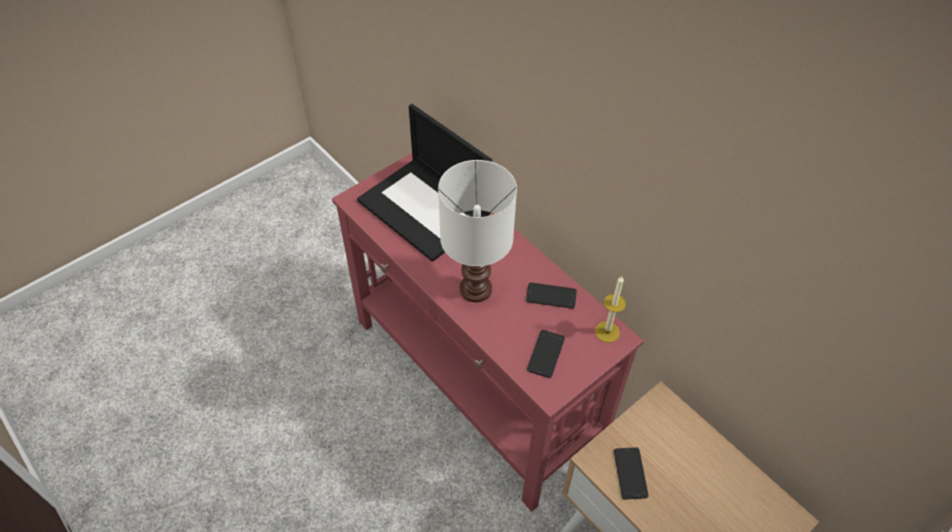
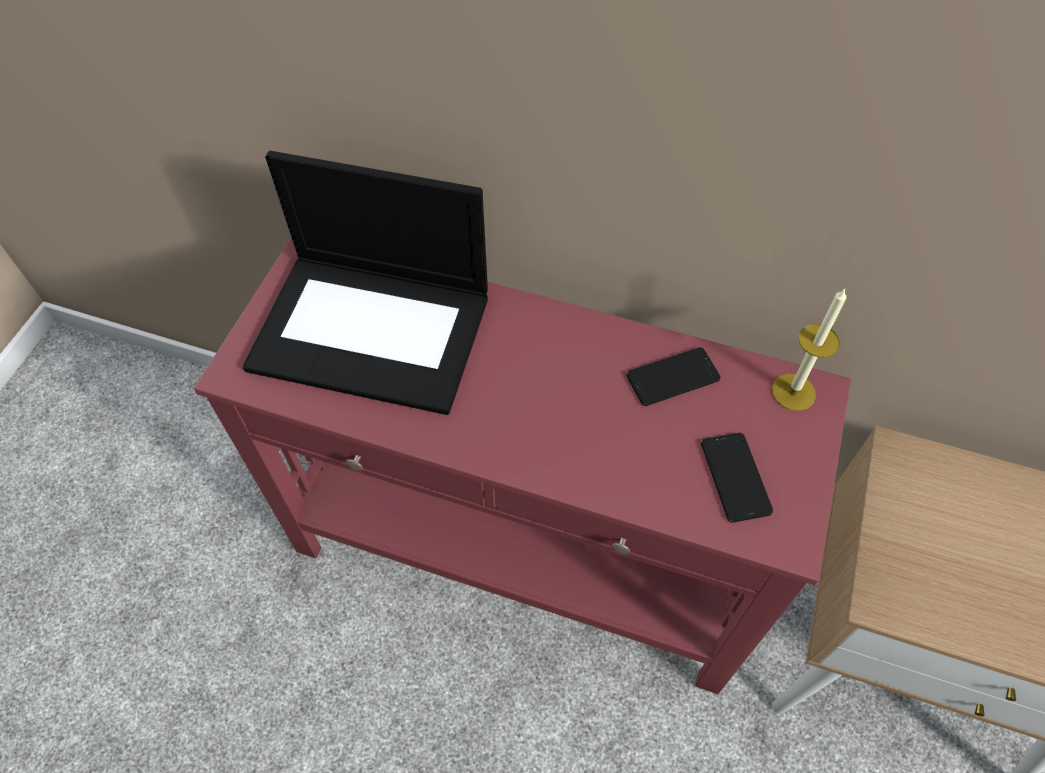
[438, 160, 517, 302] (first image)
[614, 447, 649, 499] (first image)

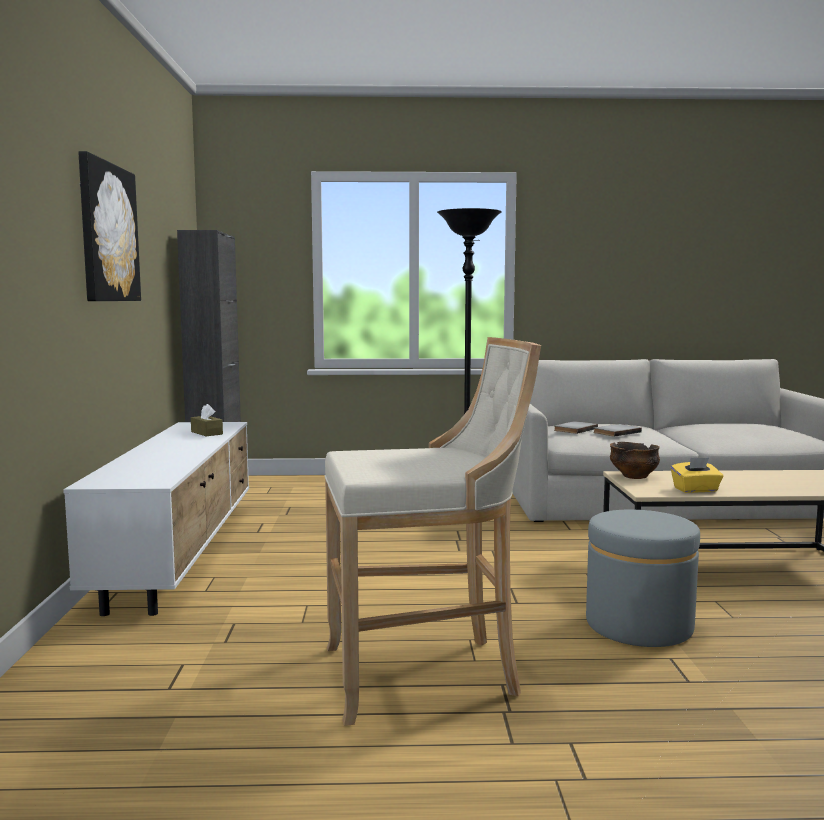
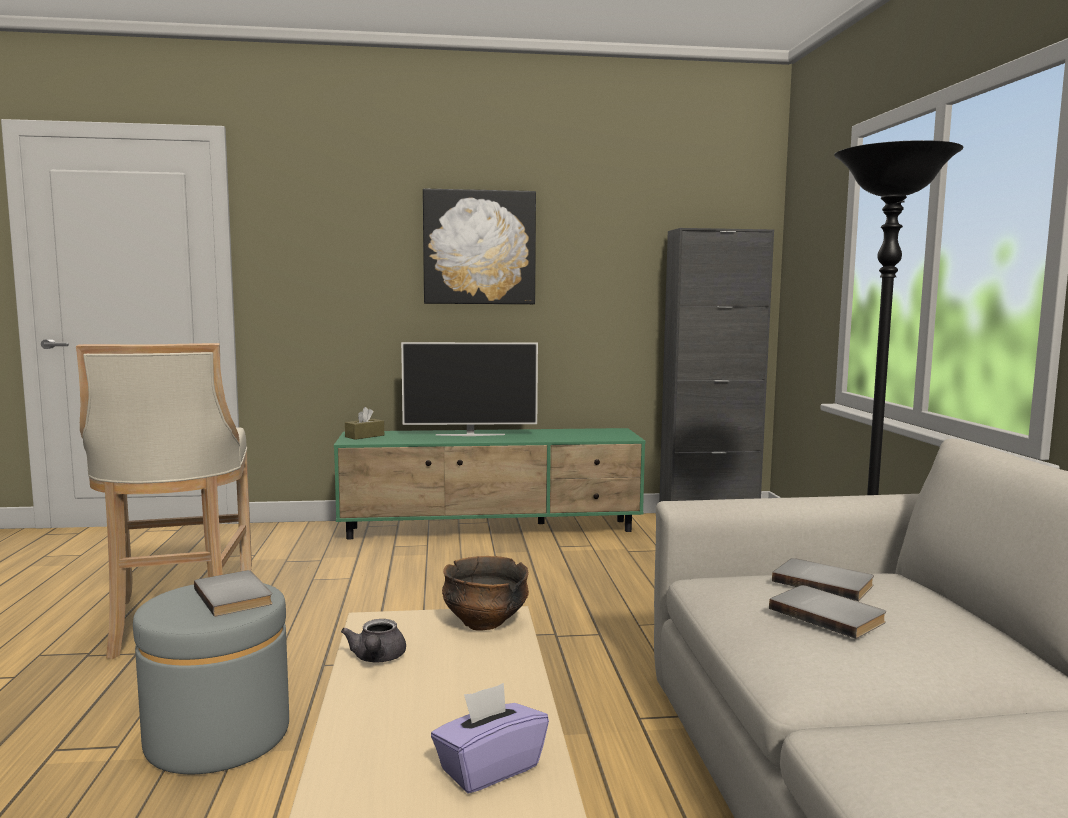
[194, 570, 273, 617]
[401, 342, 538, 436]
[431, 683, 549, 794]
[345, 407, 384, 440]
[341, 619, 406, 662]
[334, 428, 646, 540]

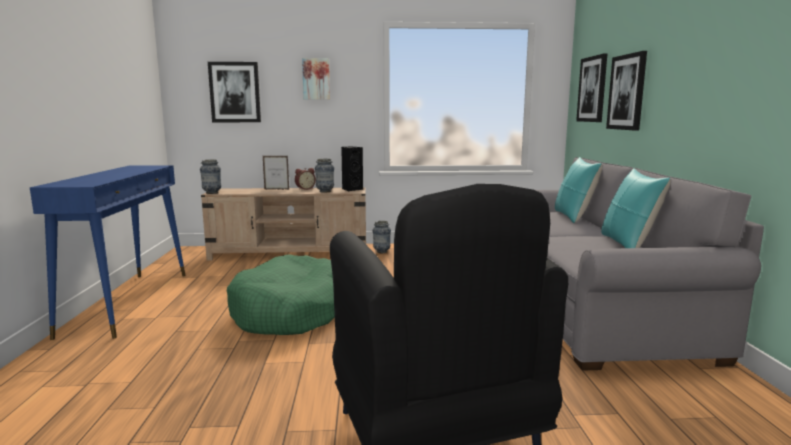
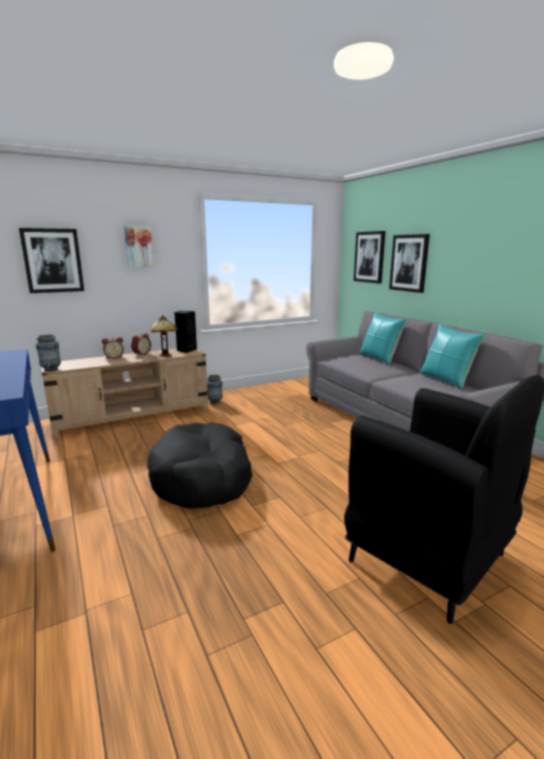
[102, 337, 124, 359]
[150, 315, 178, 357]
[147, 422, 253, 509]

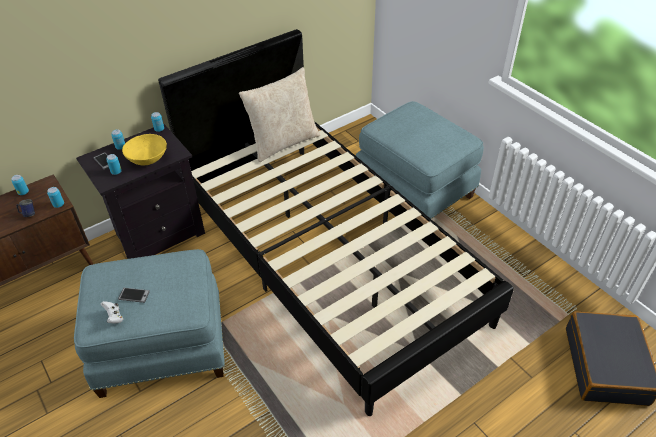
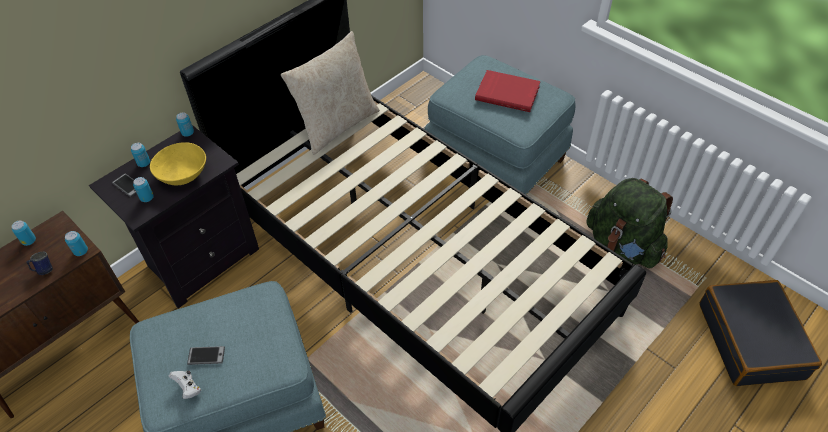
[475, 70, 541, 112]
[587, 178, 673, 268]

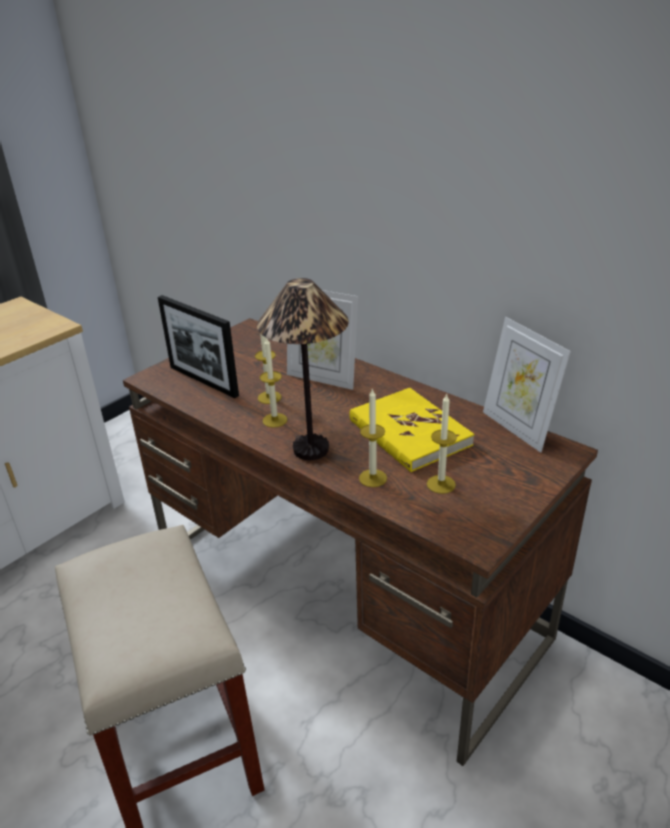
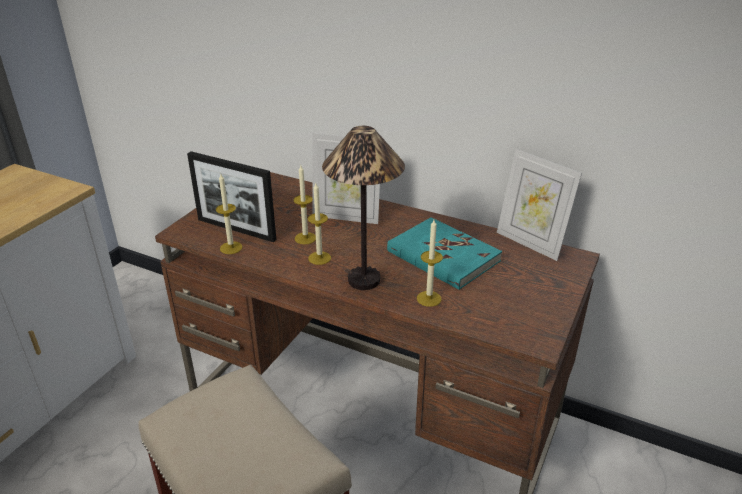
[216, 174, 243, 254]
[387, 217, 502, 290]

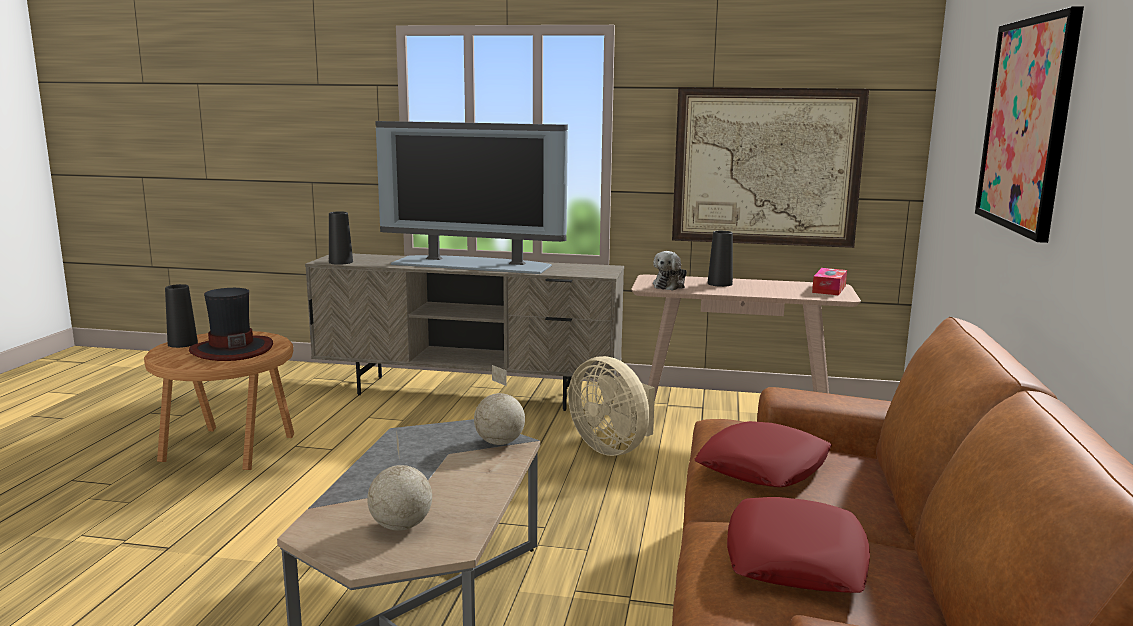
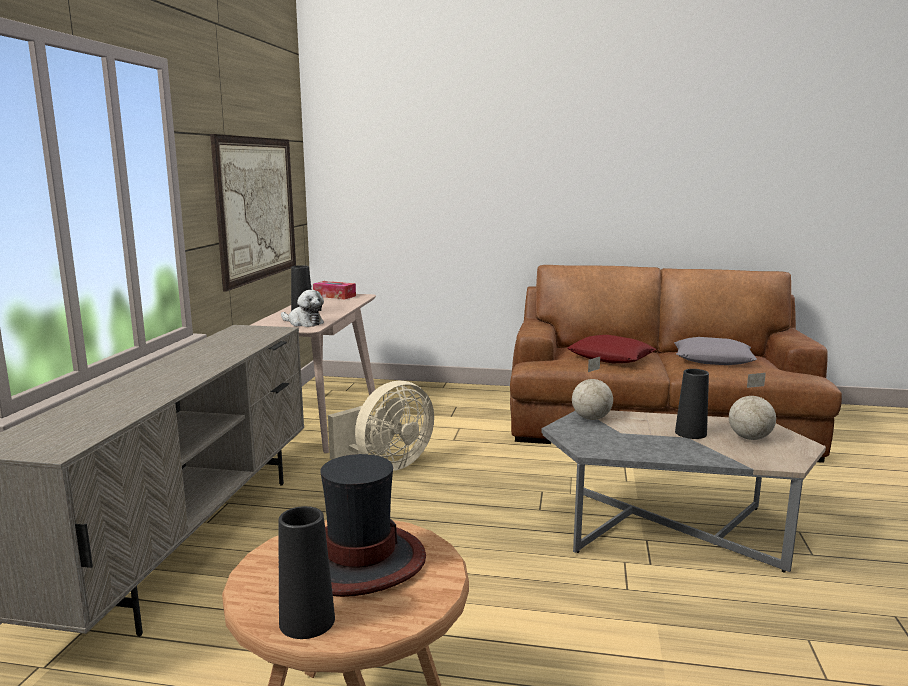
[375, 121, 568, 274] (first image)
[975, 6, 1084, 243] (first image)
[675, 369, 709, 439]
[674, 337, 757, 365]

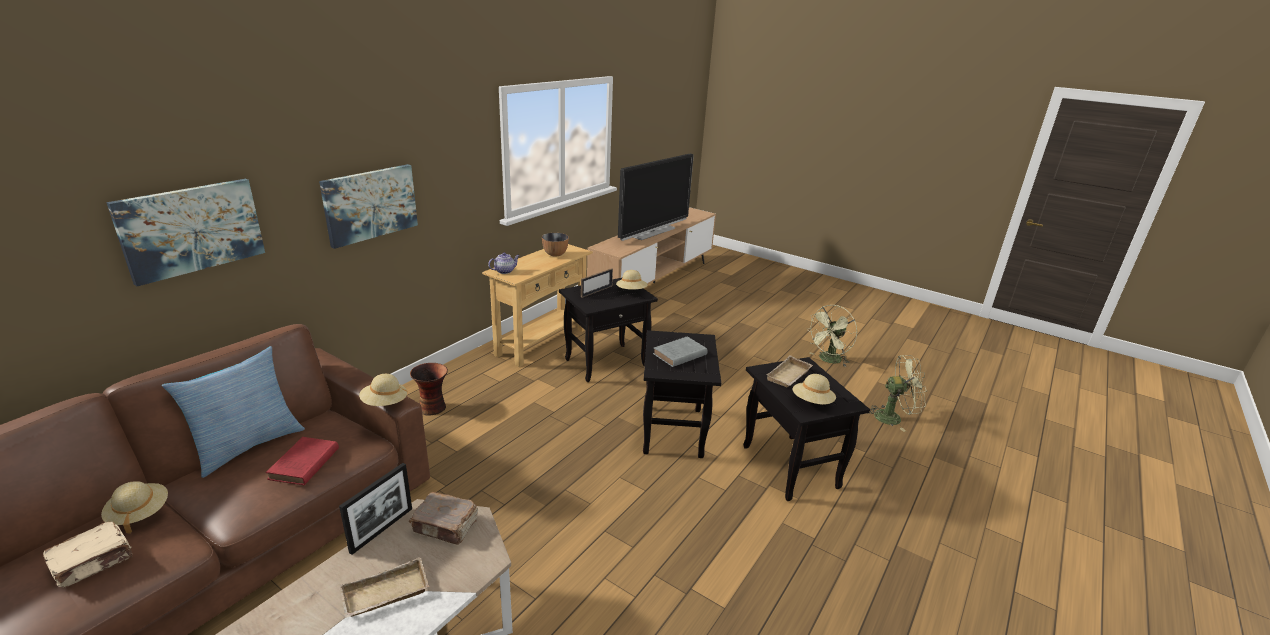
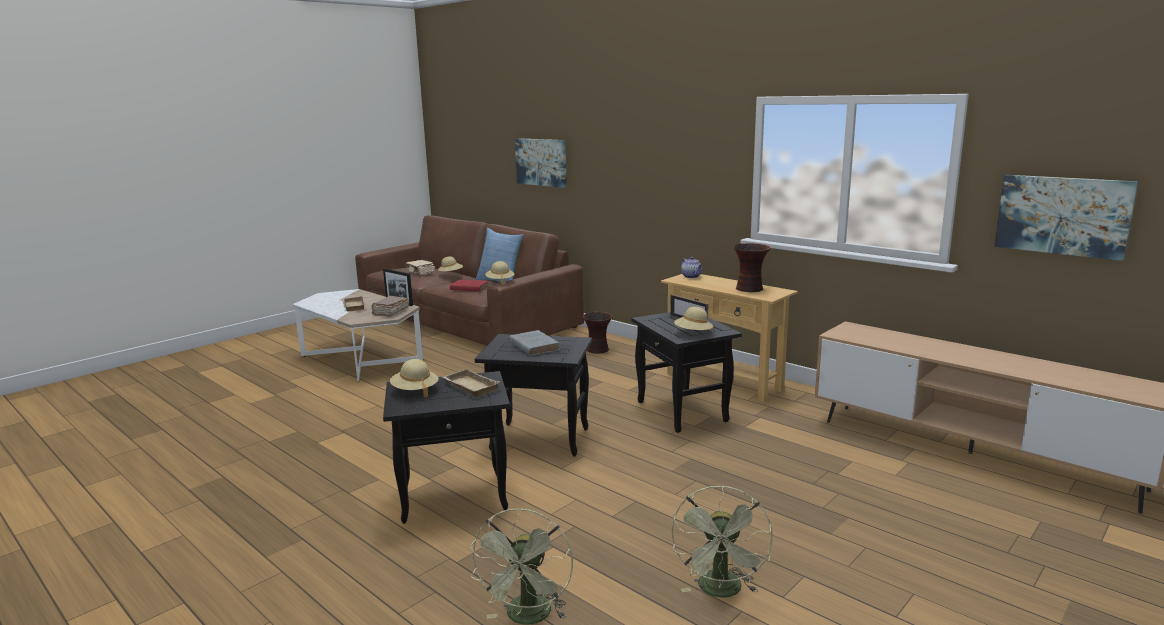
[618, 154, 694, 241] (first image)
[994, 175, 1138, 261]
[733, 243, 770, 292]
[671, 485, 773, 598]

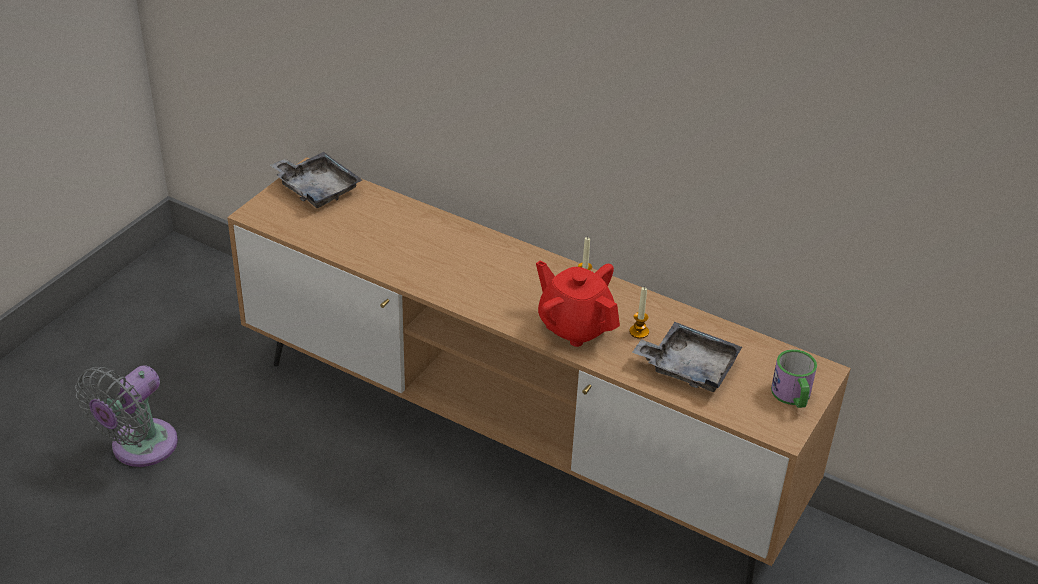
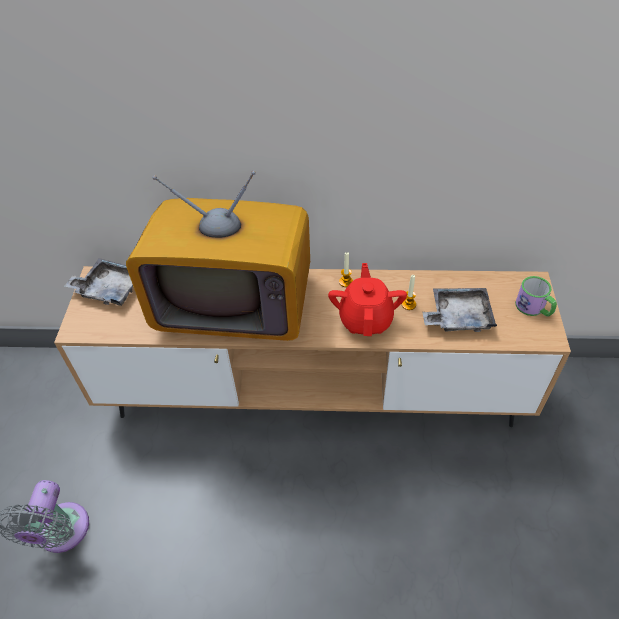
[126, 171, 310, 341]
[328, 263, 407, 336]

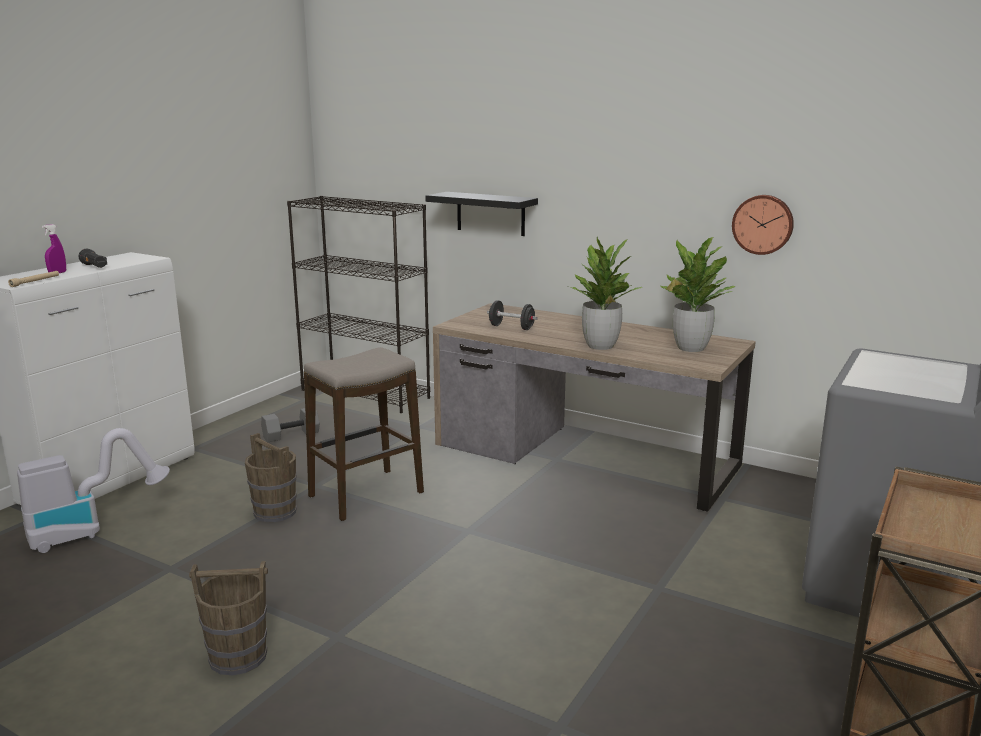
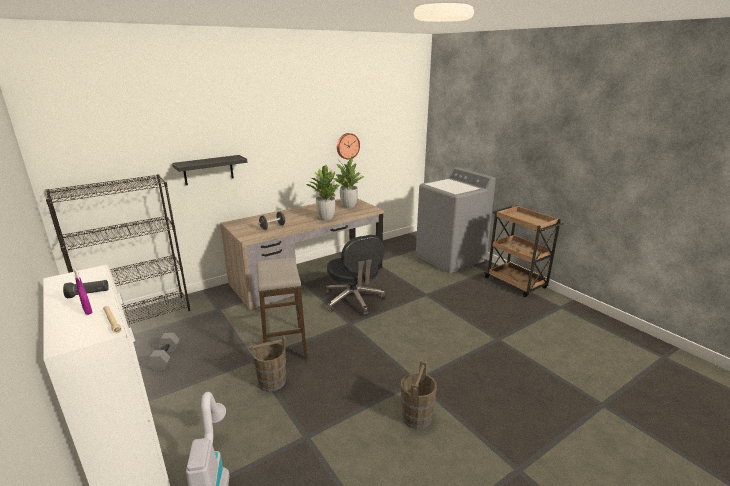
[326, 235, 385, 316]

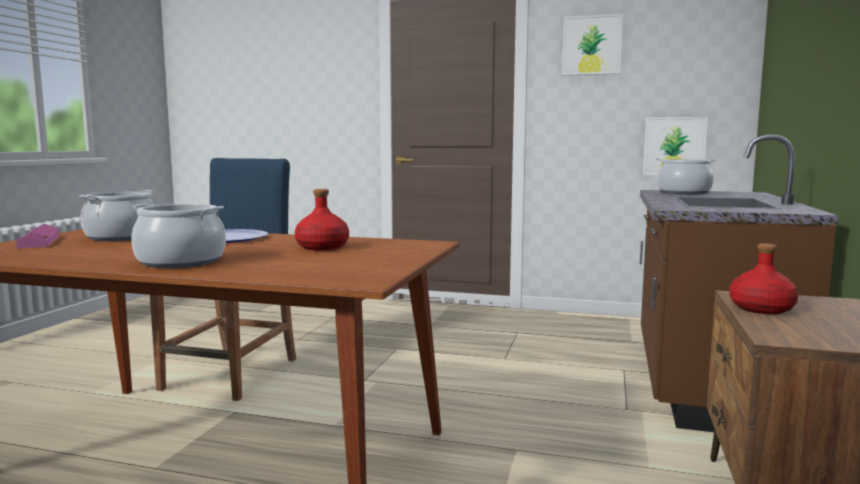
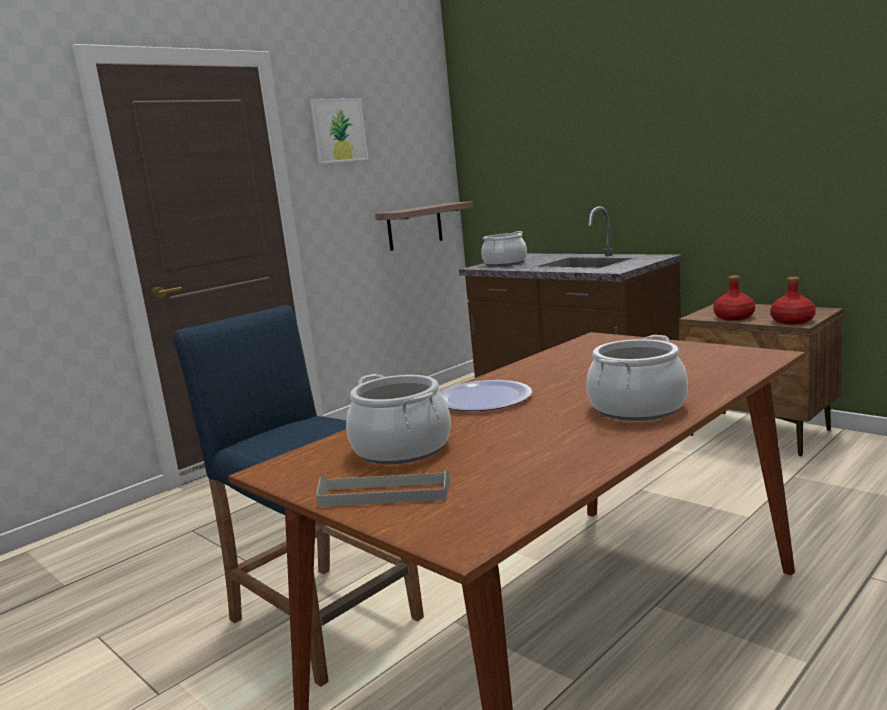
[770, 277, 816, 324]
[375, 201, 473, 251]
[316, 470, 450, 507]

